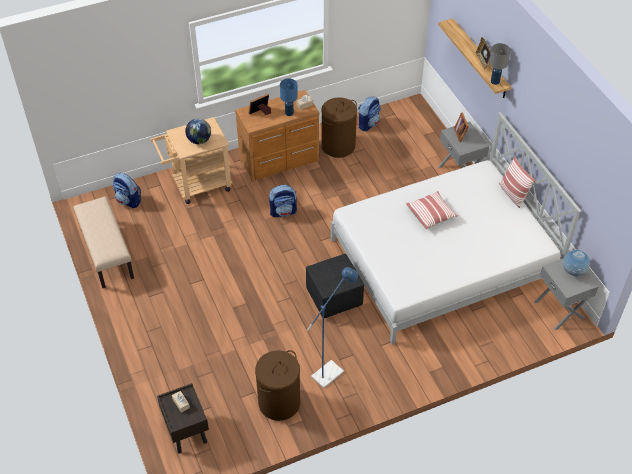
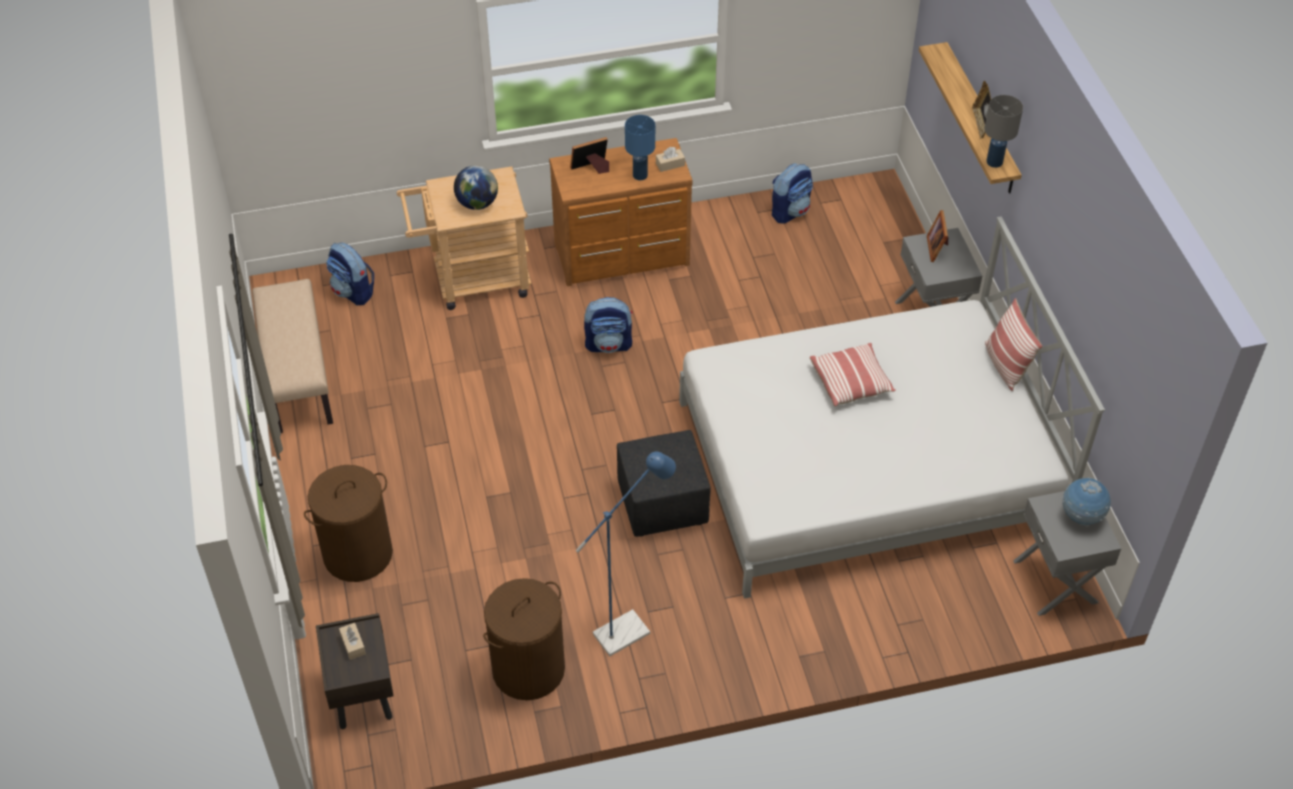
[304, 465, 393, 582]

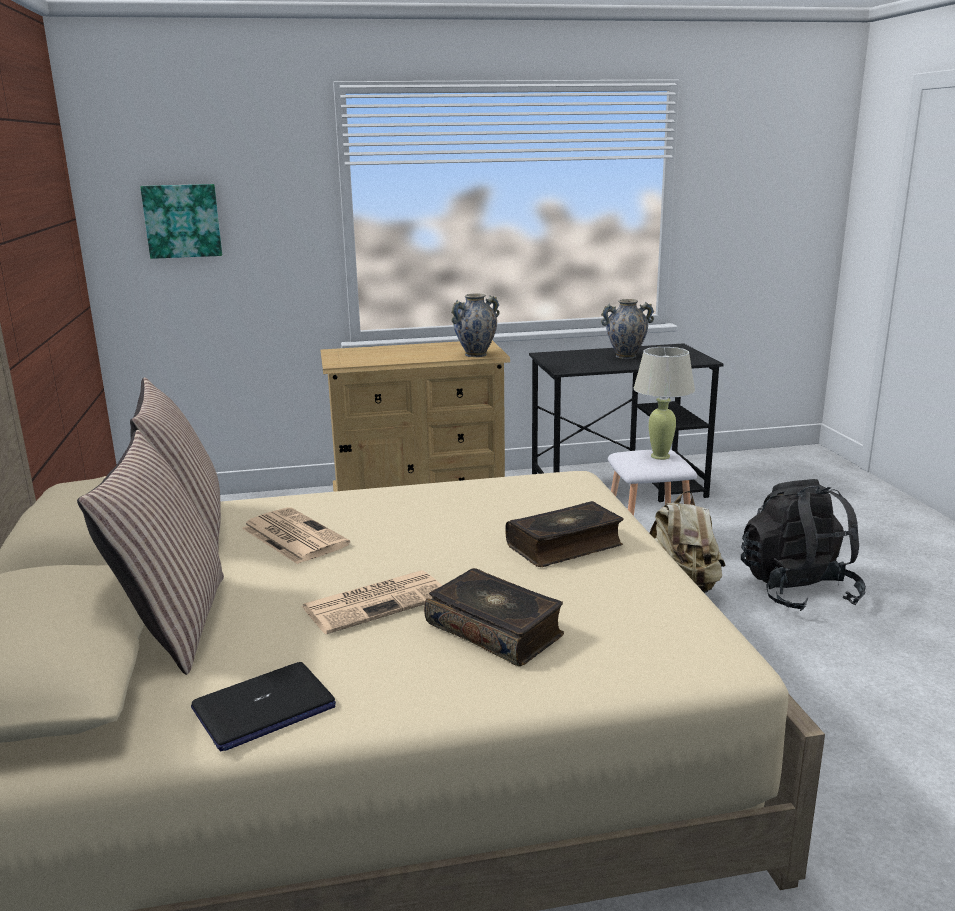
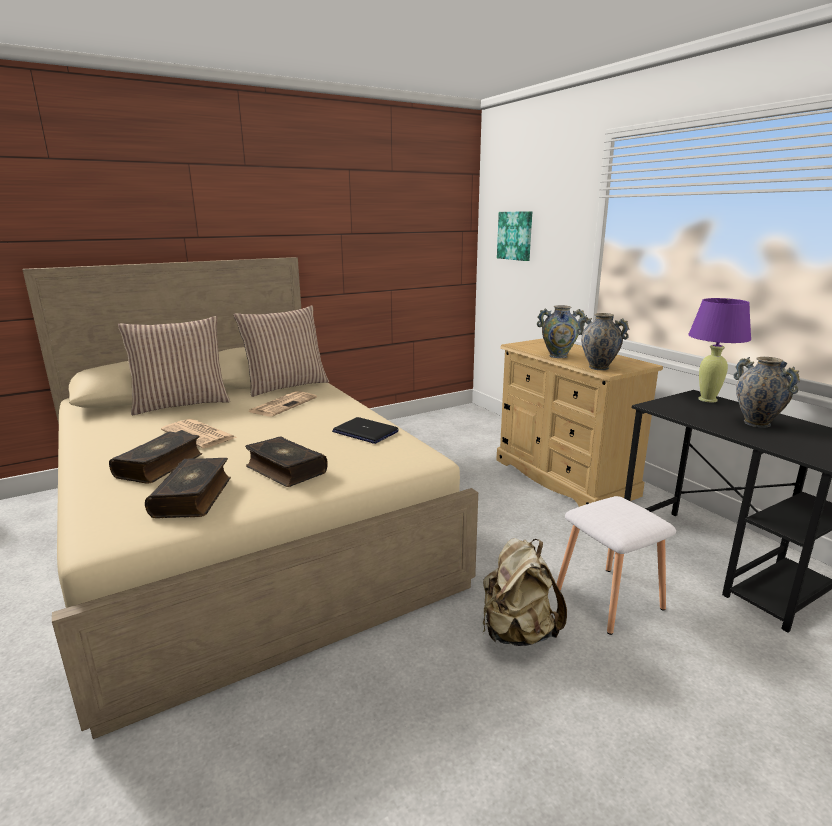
[633, 347, 695, 460] (first image)
[741, 479, 866, 611] (first image)
[145, 458, 231, 518]
[537, 305, 585, 358]
[688, 298, 751, 402]
[332, 417, 399, 444]

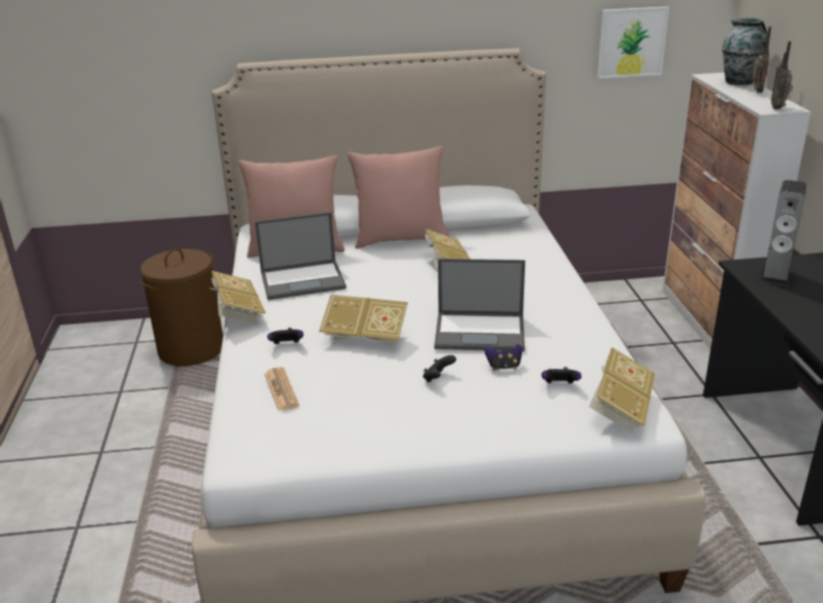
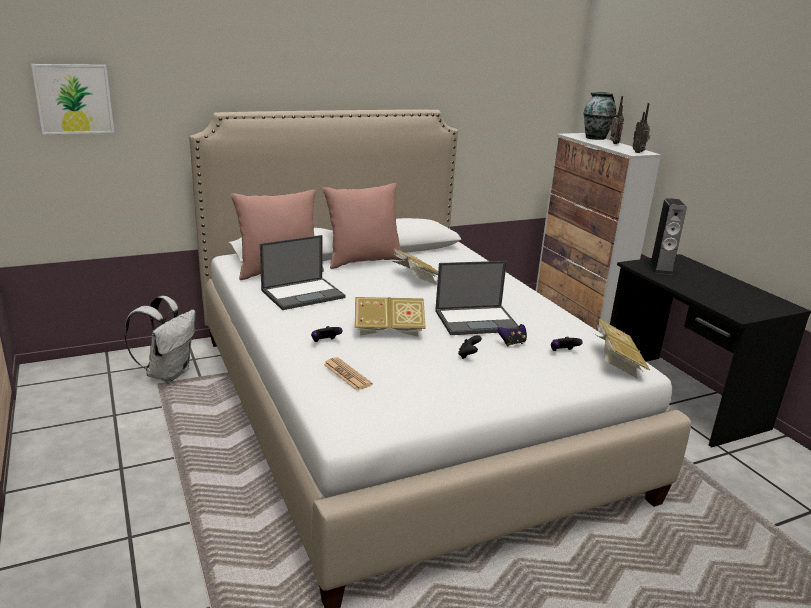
[210, 271, 266, 324] (first image)
[31, 64, 114, 135]
[124, 296, 195, 382]

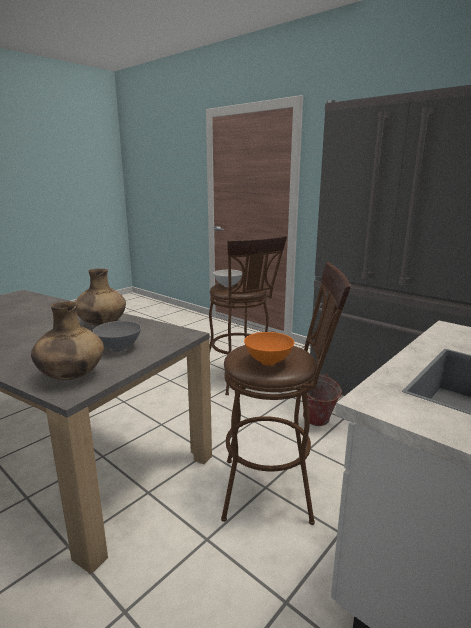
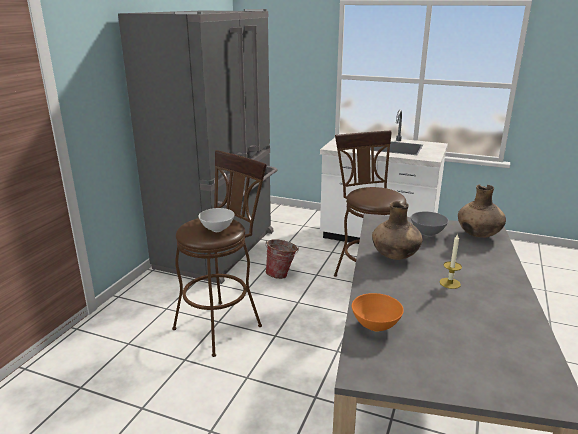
[439, 234, 462, 289]
[352, 293, 404, 332]

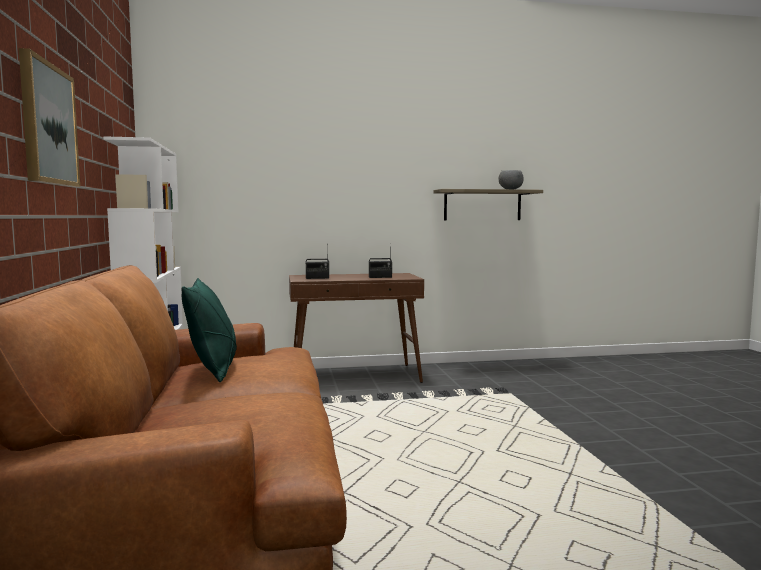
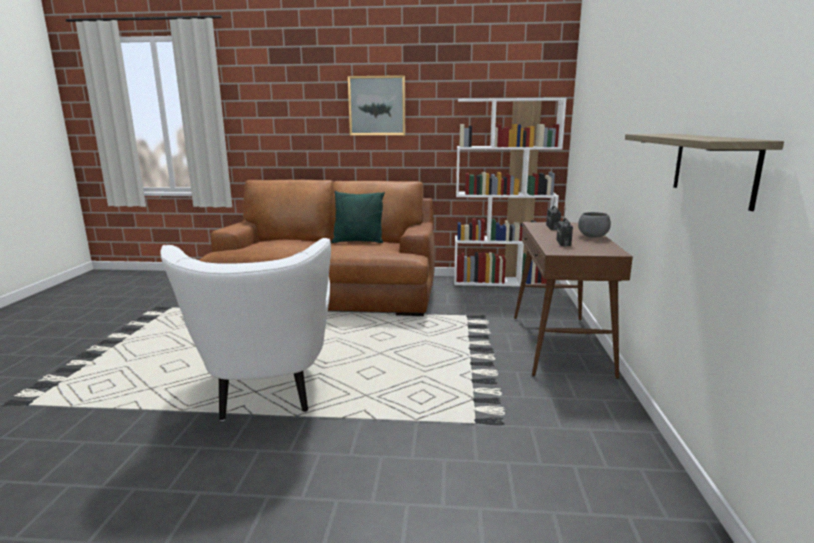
[160, 238, 331, 421]
[578, 212, 611, 238]

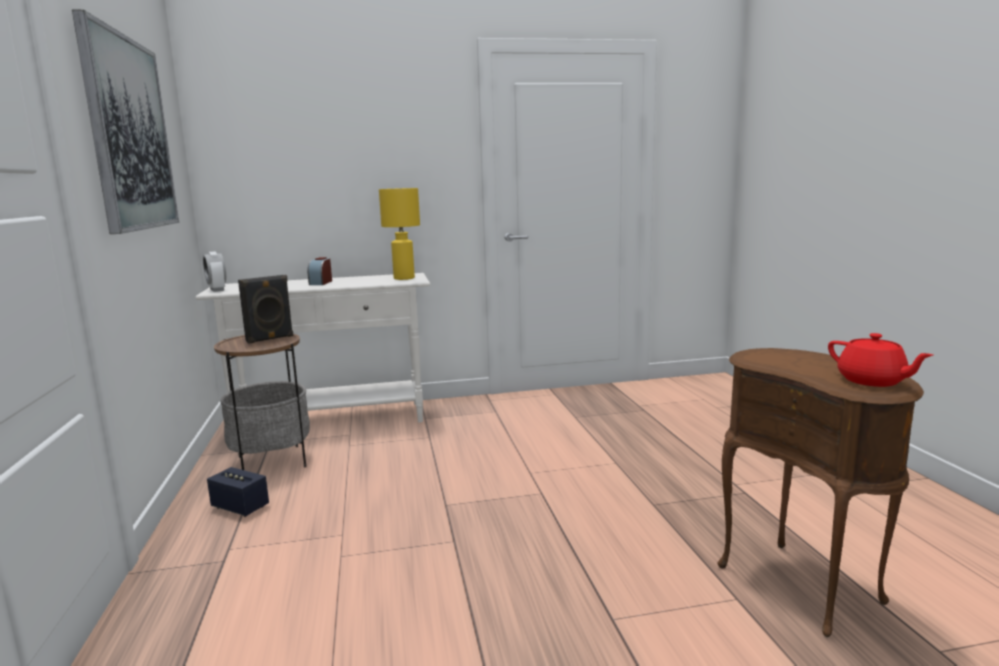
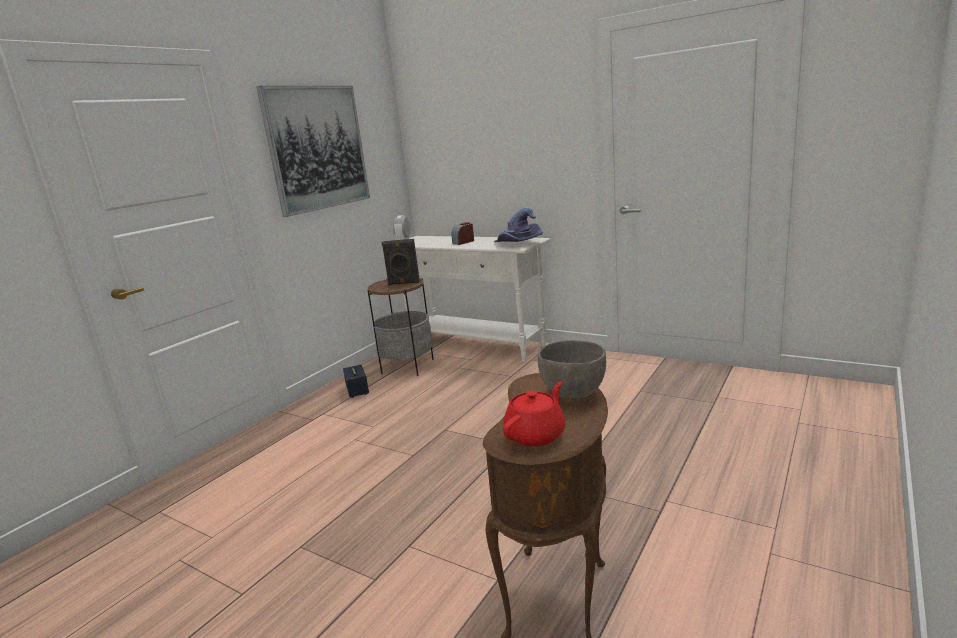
[538, 340, 606, 399]
[494, 207, 543, 242]
[503, 382, 565, 446]

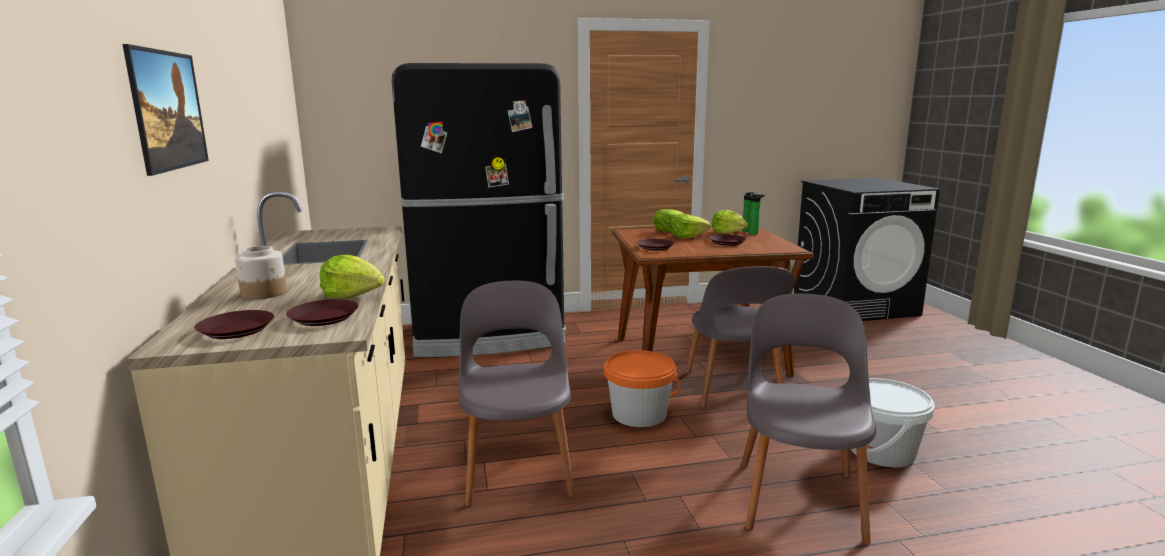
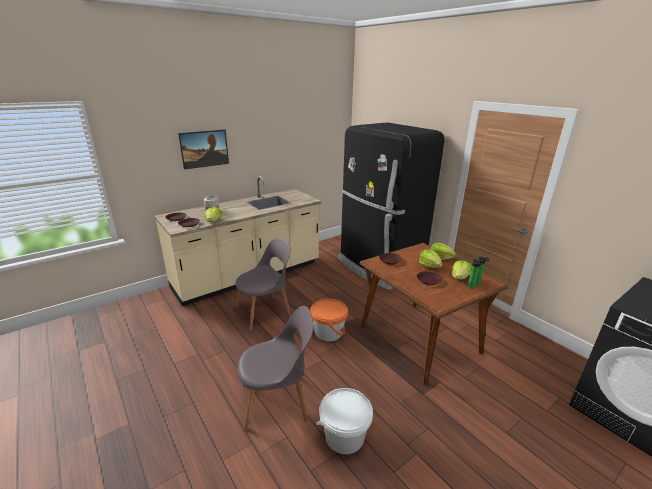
[686, 266, 794, 408] (first image)

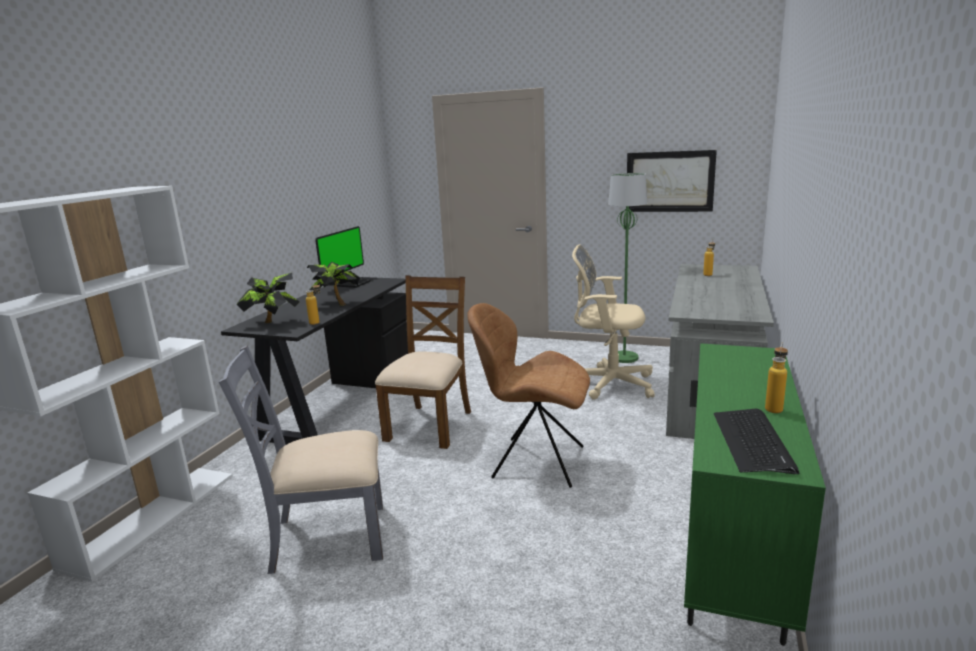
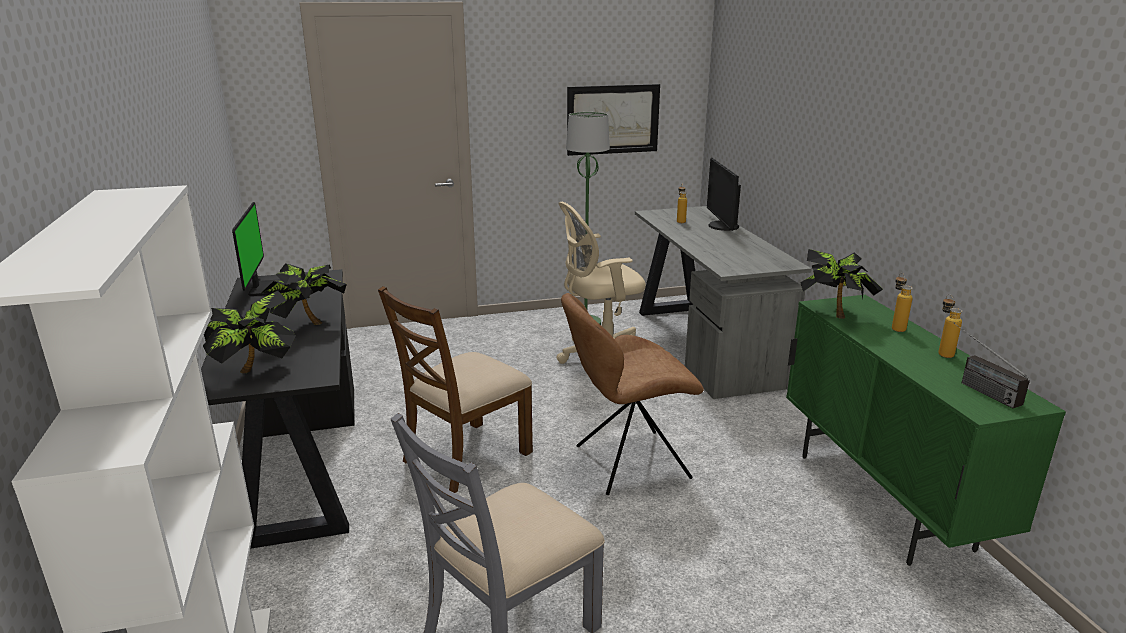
[707, 158, 741, 231]
[800, 249, 883, 319]
[892, 273, 913, 332]
[953, 323, 1030, 408]
[378, 286, 533, 493]

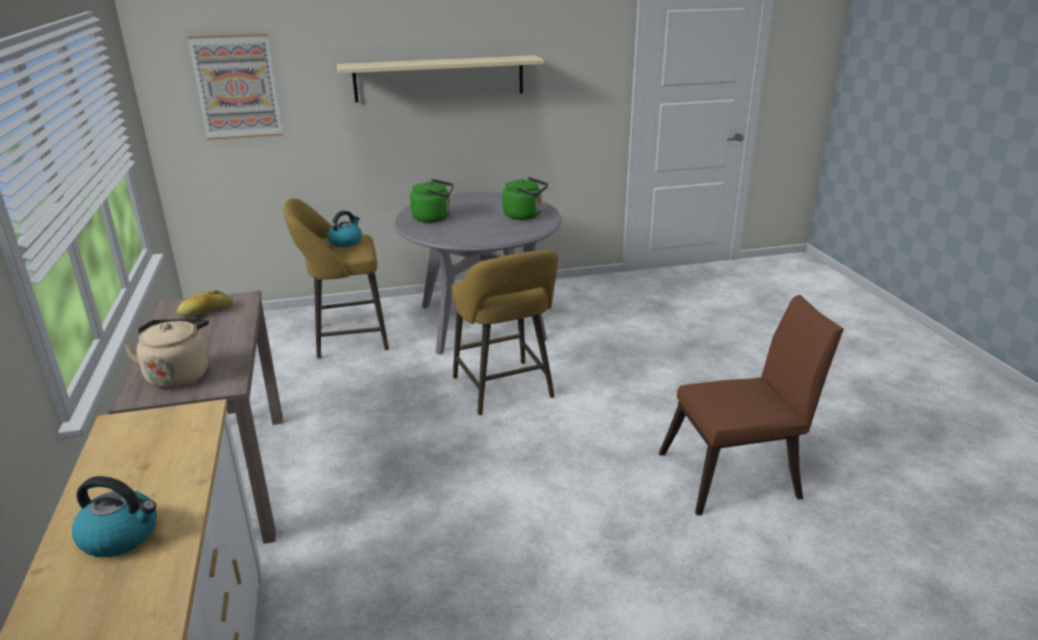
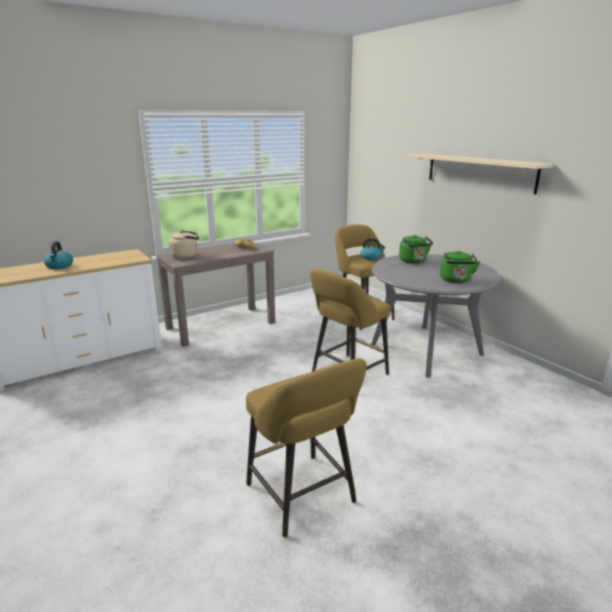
[187, 33, 283, 140] (first image)
[246, 358, 366, 538]

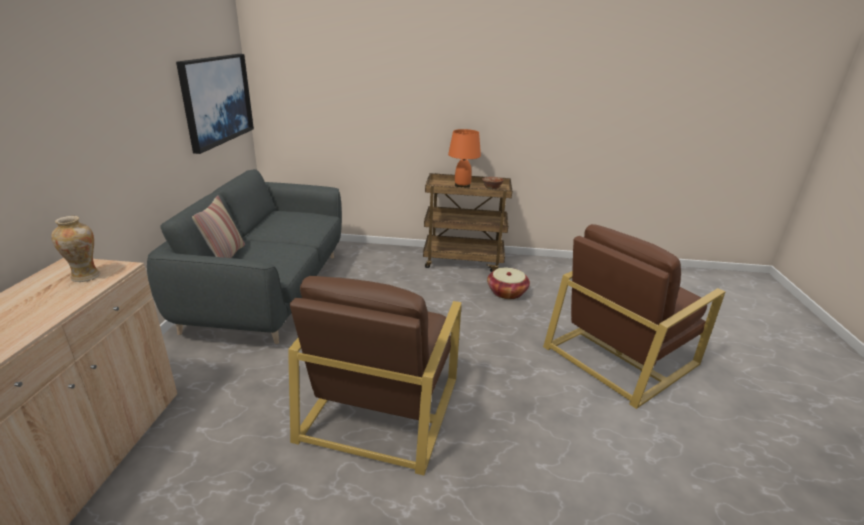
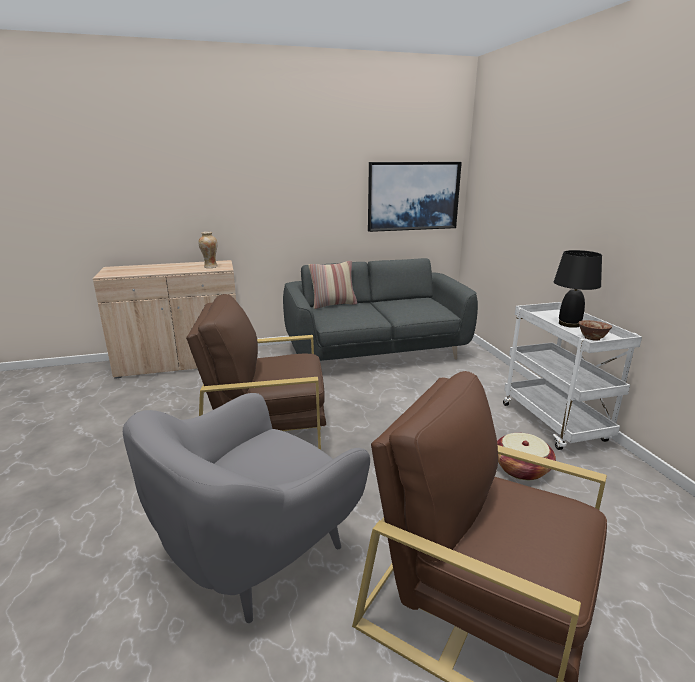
[123, 393, 370, 623]
[503, 302, 642, 450]
[554, 250, 602, 328]

